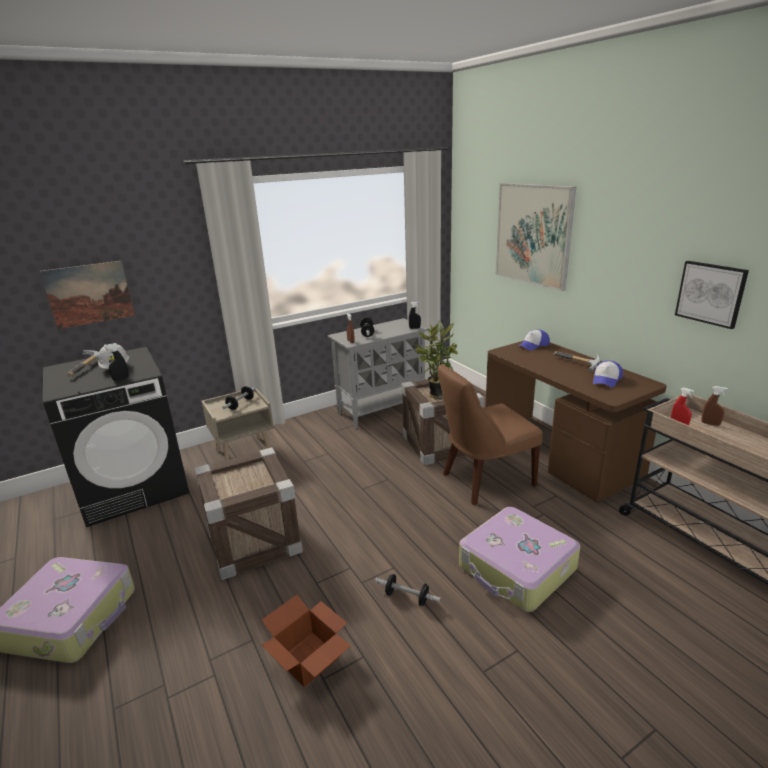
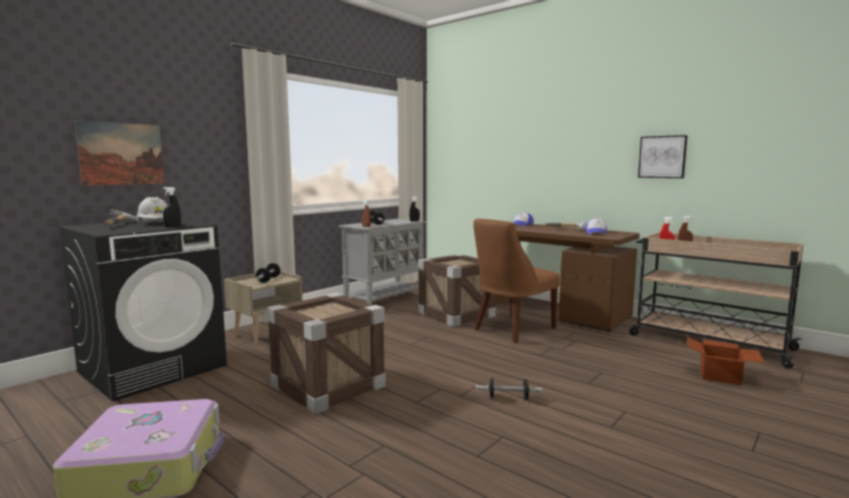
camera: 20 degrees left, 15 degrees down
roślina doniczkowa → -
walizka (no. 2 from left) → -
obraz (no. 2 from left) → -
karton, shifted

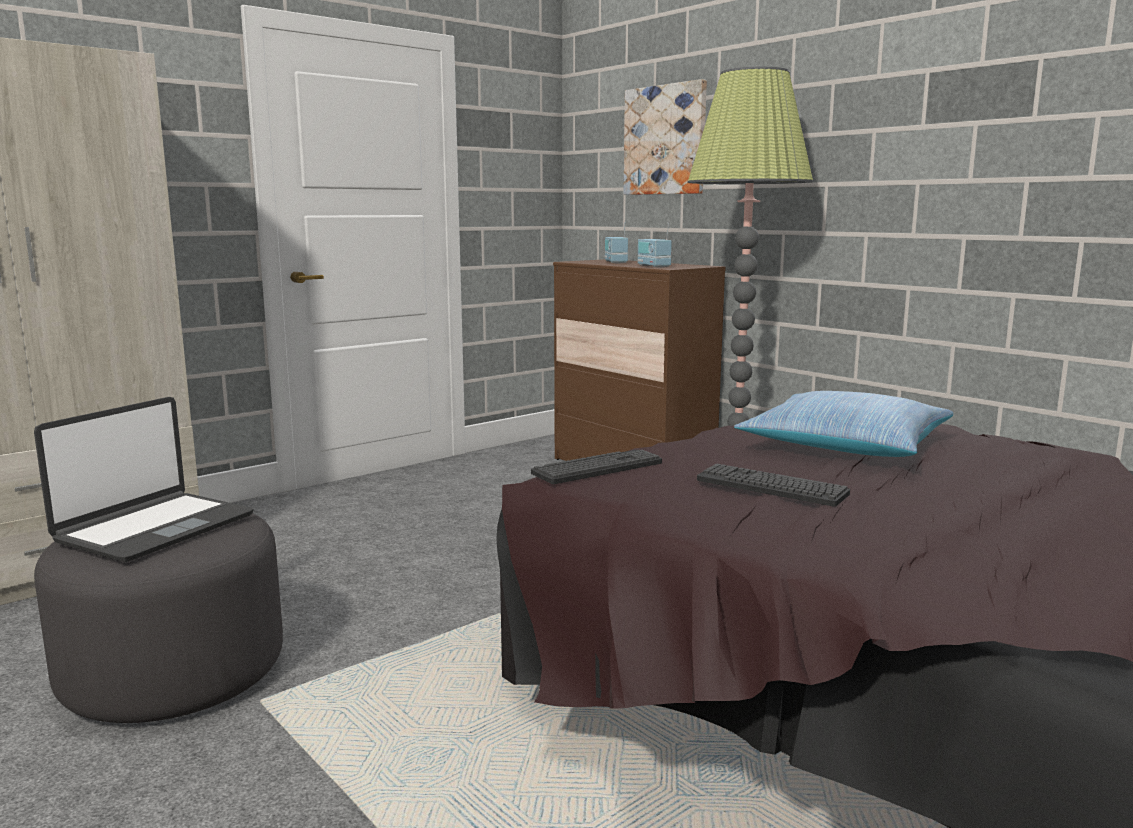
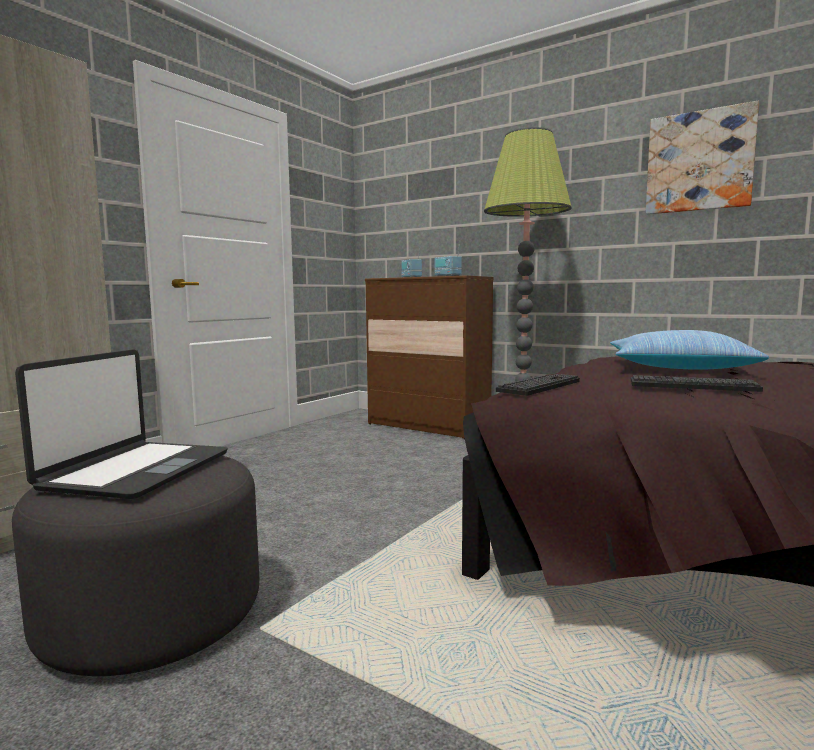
camera: 15 degrees left, 5 degrees down
obraz, shifted

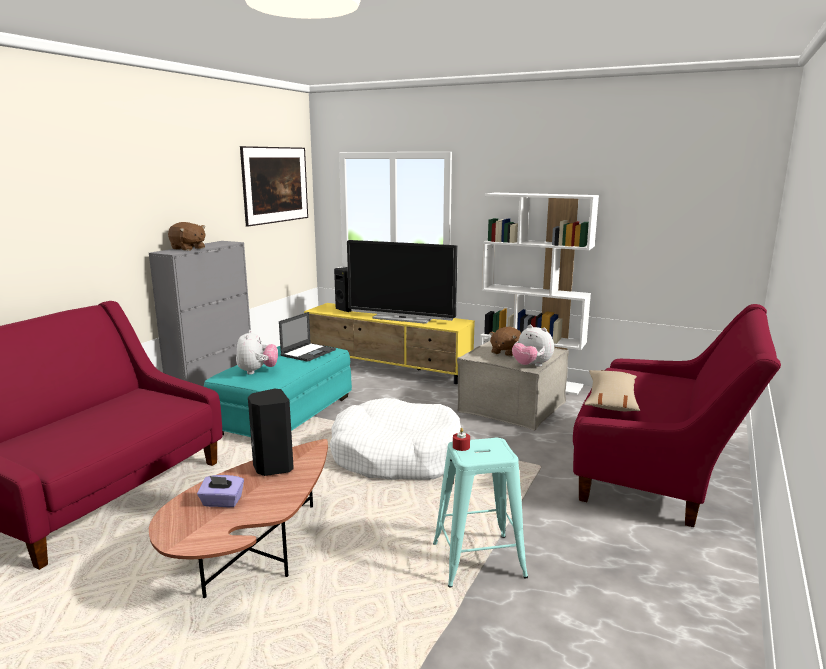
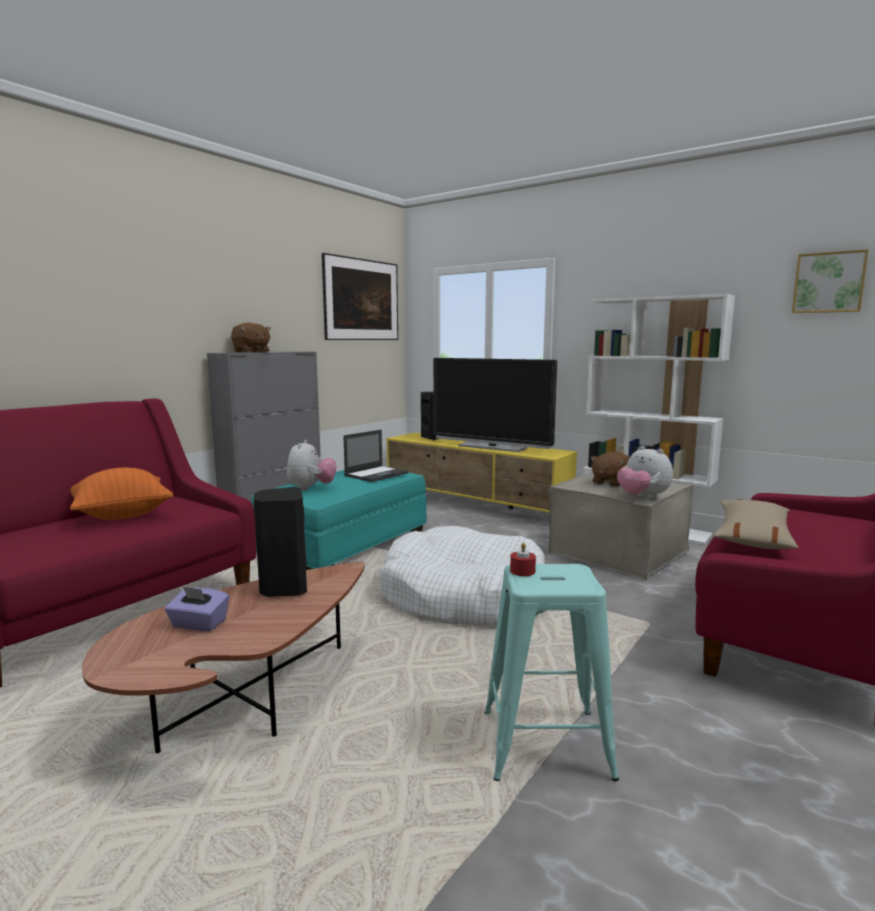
camera: 10 degrees right, 5 degrees down
- → poduszka/pomarańczowy
- → obraz (no. 2 from left)

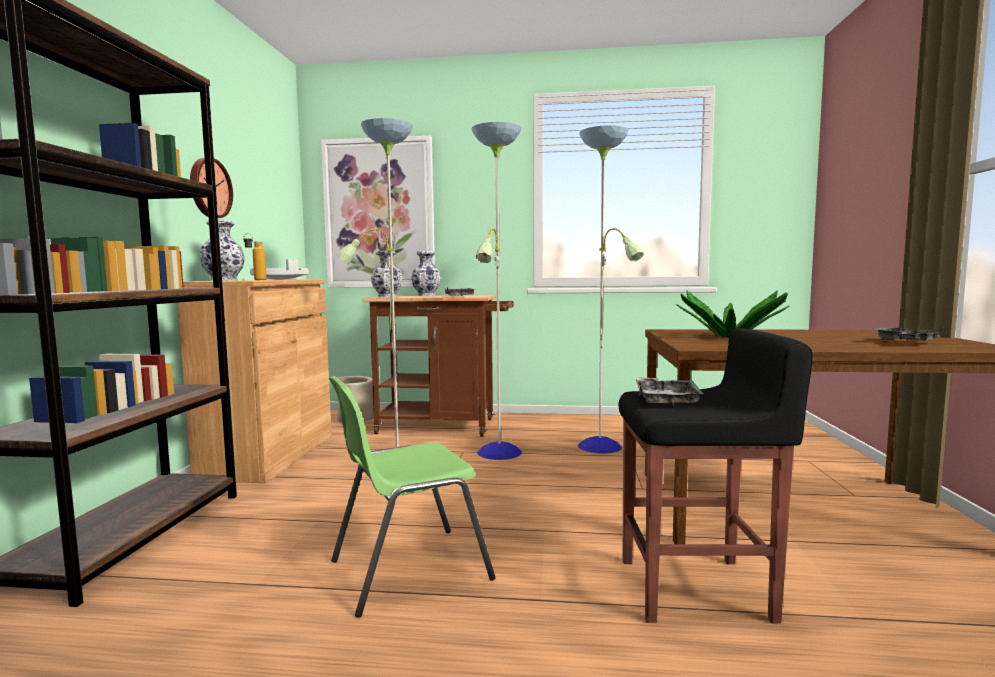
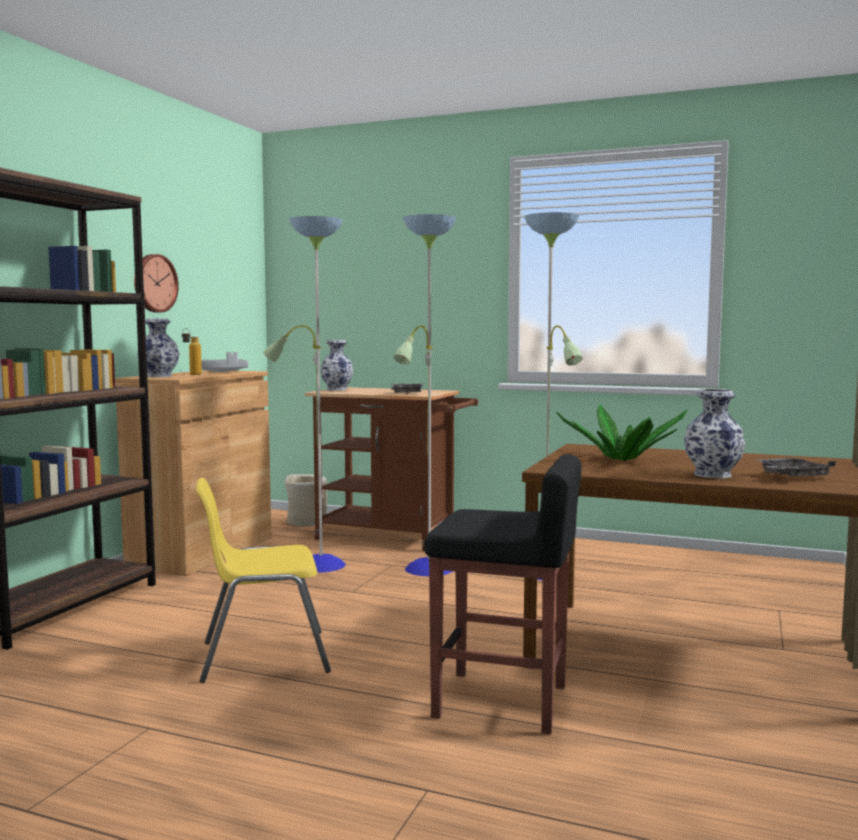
camera: 15 degrees right, 0 degrees up
obraz → -
taca/szary (no. 3 from left) → -
wazon (no. 3 from left), shifted
krzesło/zielony → krzesło/żółty

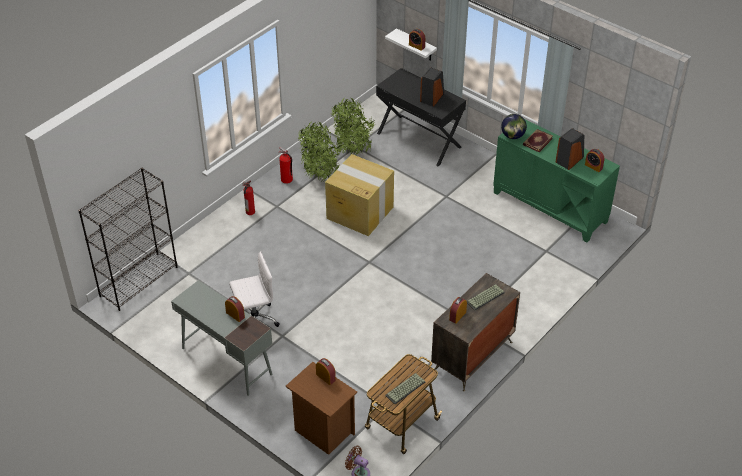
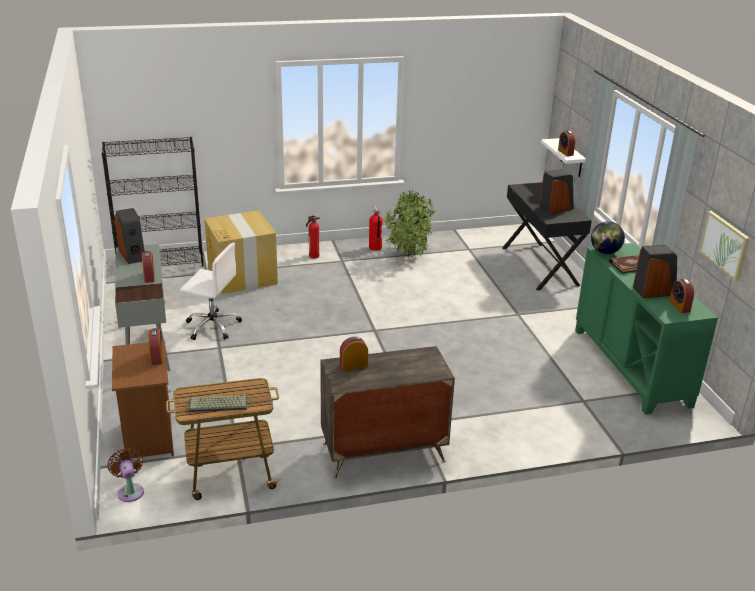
camera: 35 degrees right, 15 degrees down
roślina doniczkowa (no. 2 from left) → -
klawiatura (no. 2 from left) → -
- → głośnik (no. 1 from left)
- → obraz
karton, shifted

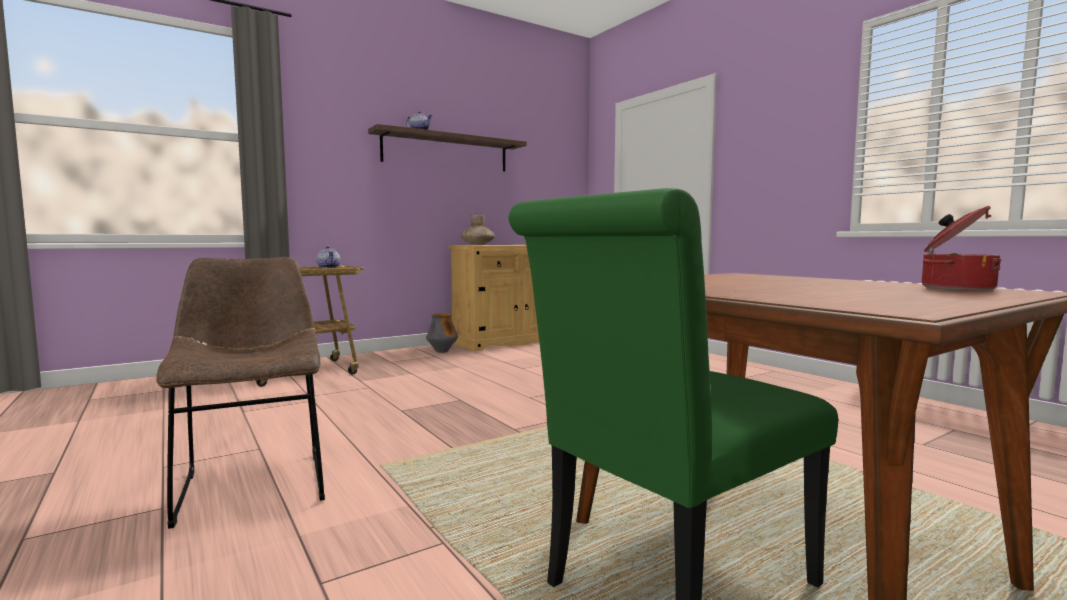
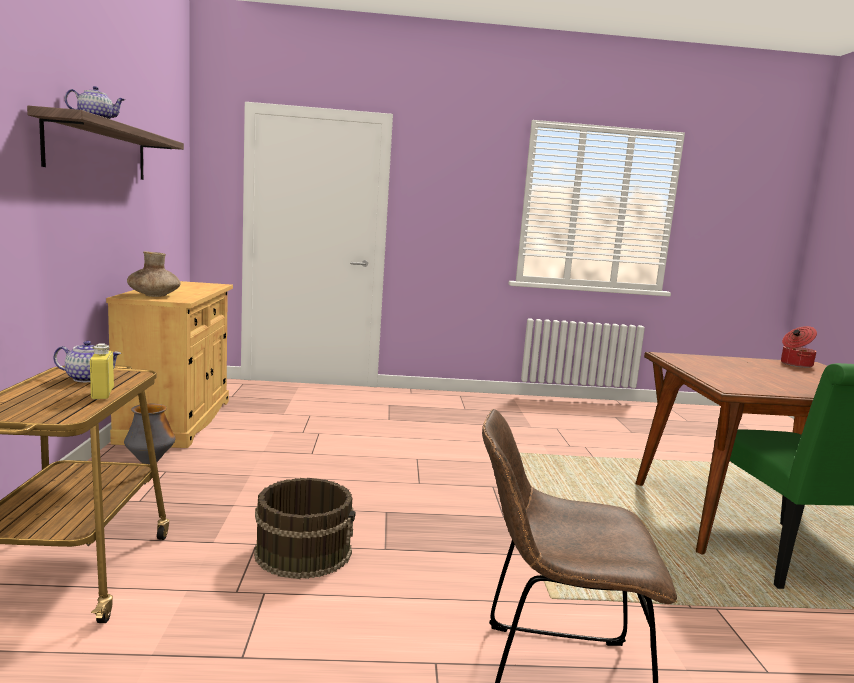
camera: 60 degrees left, 5 degrees up
- → butelka/żółty
- → wiadro/brązowy

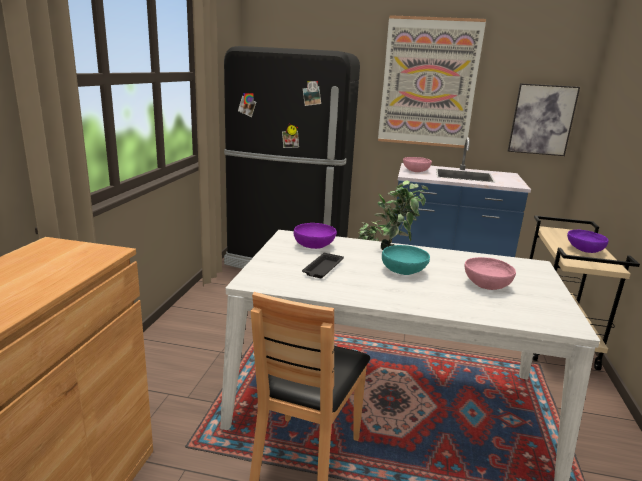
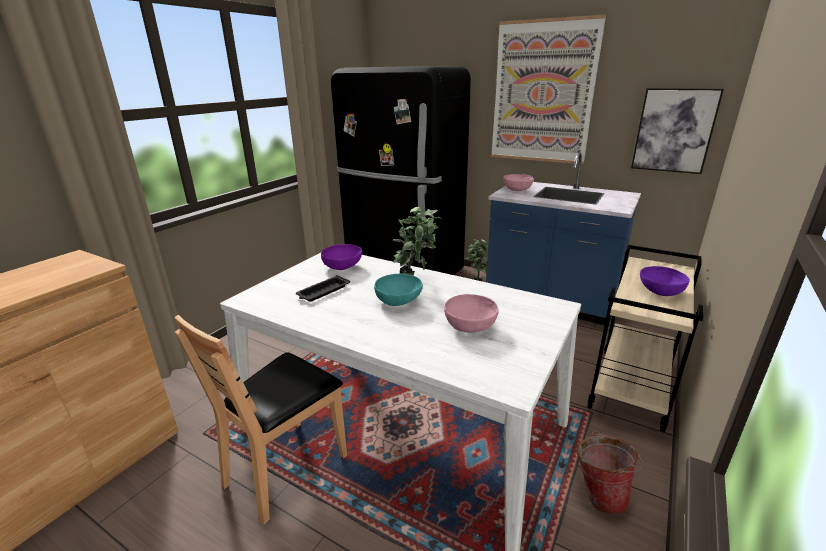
camera: 20 degrees right, 5 degrees up
- → wiadro

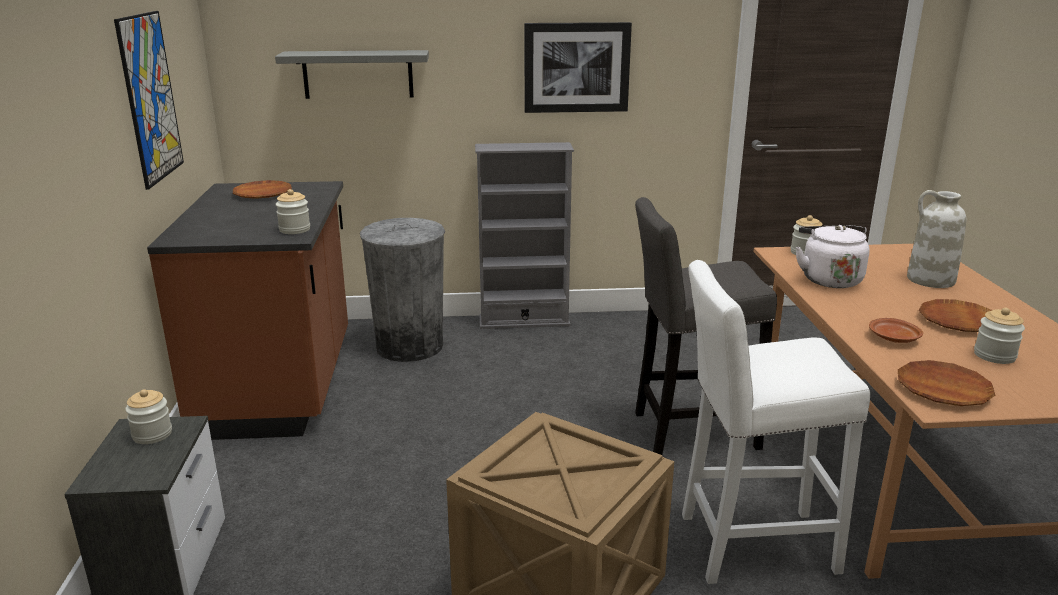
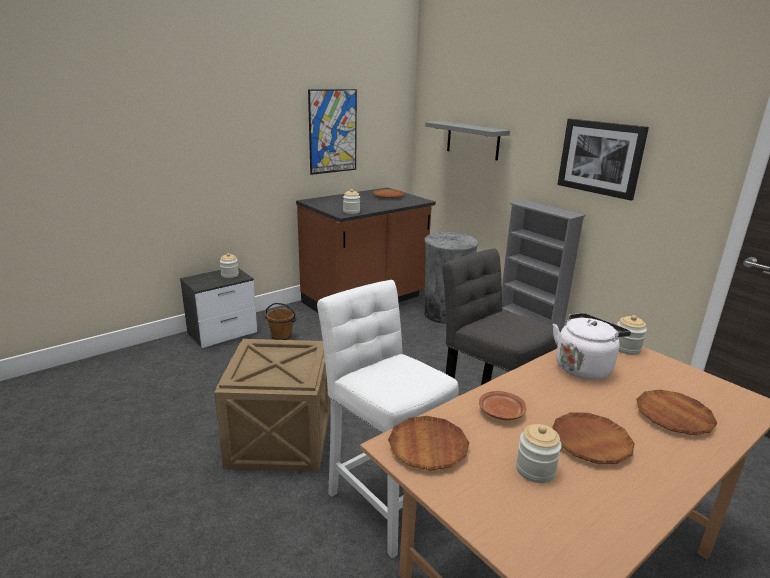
camera: 55 degrees right, 0 degrees up
- → wiadro/brązowy
wazon/biały → talerz/brązowy (no. 5 from left)

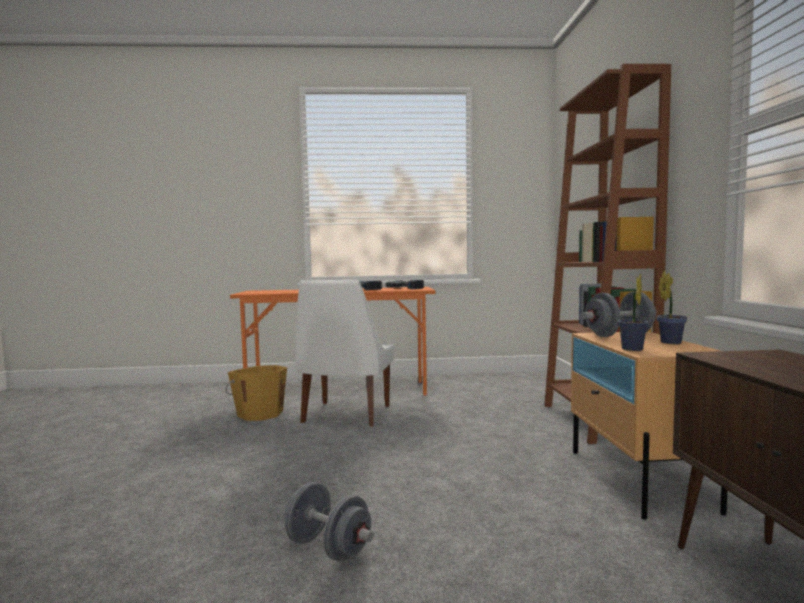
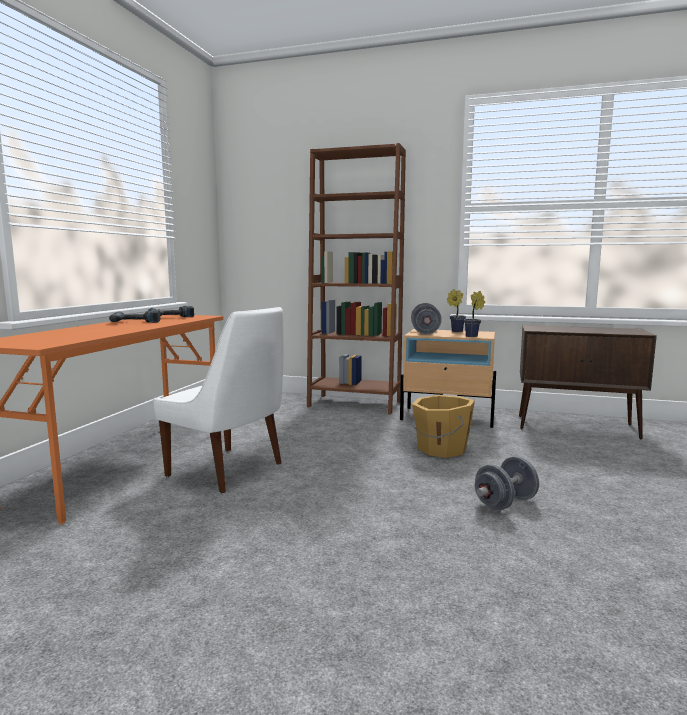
camera: 70 degrees left, 5 degrees up
wiadro/pomarańczowy, shifted

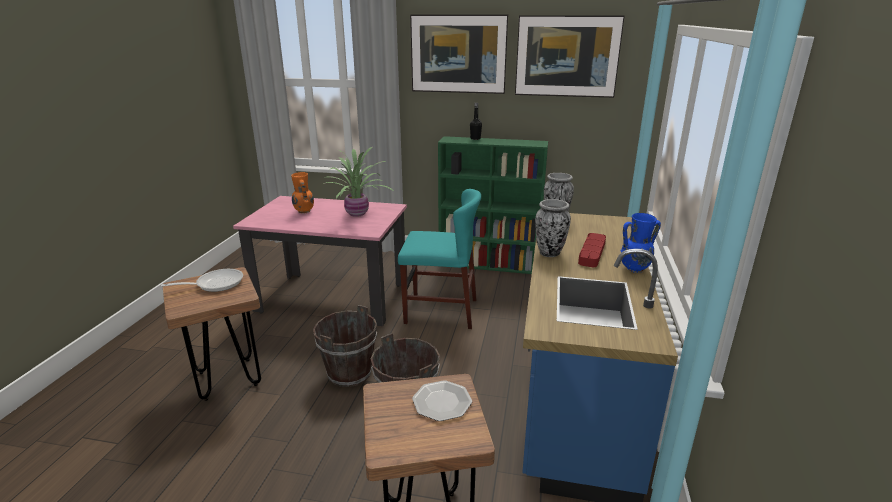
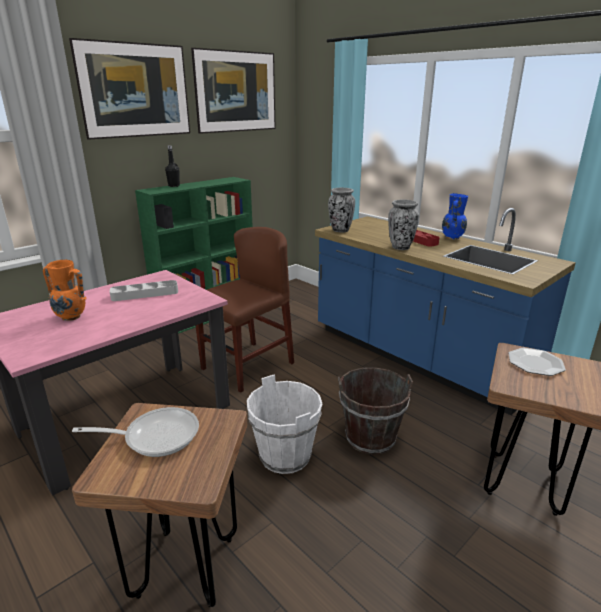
camera: 55 degrees left, 0 degrees up
roślina doniczkowa → taca/szary
wiadro/brązowy (no. 1 from left) → wiadro/biały
krzesło/turkusowy → krzesło/brązowy
patelnia, 75 degrees clockwise

